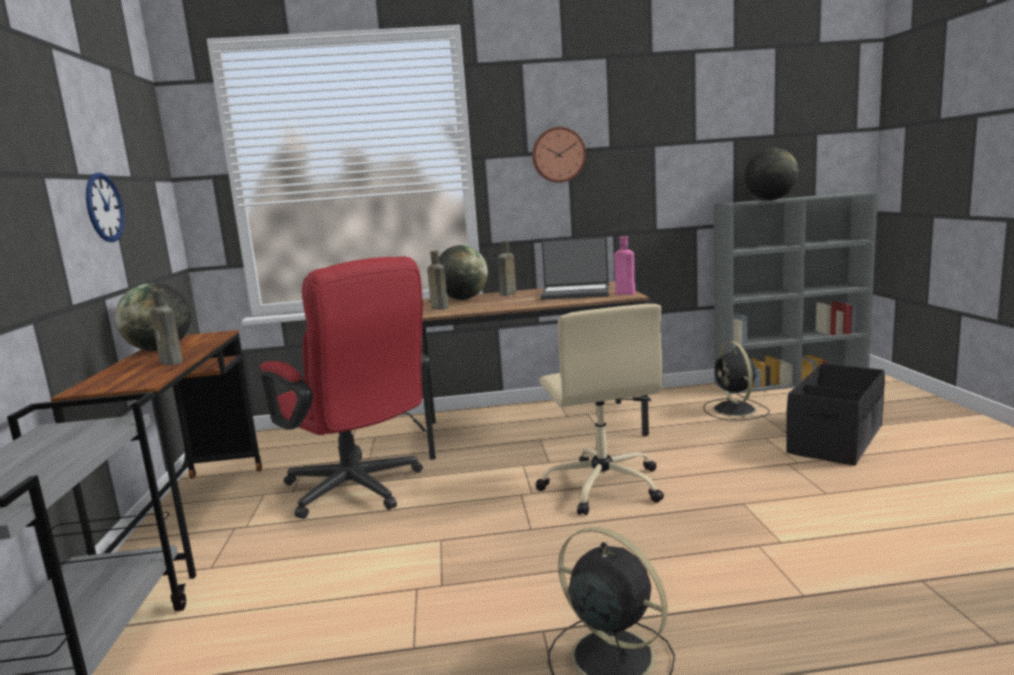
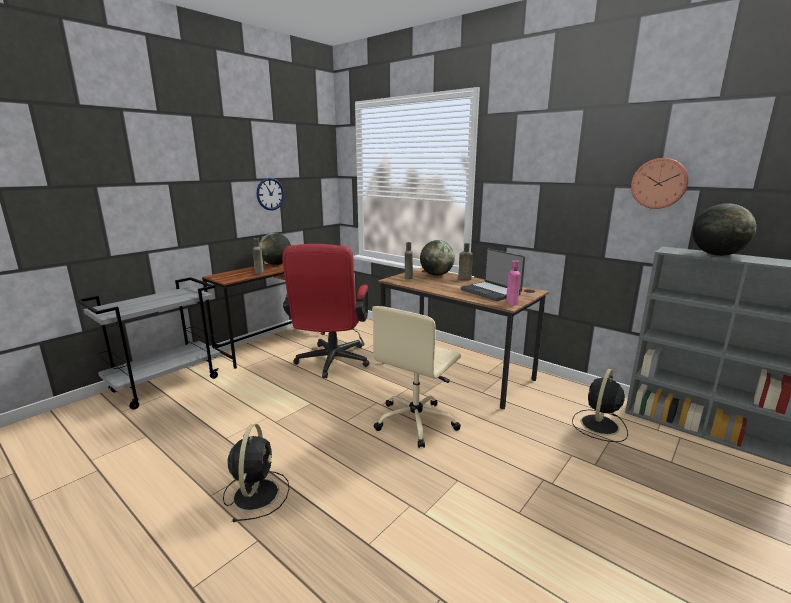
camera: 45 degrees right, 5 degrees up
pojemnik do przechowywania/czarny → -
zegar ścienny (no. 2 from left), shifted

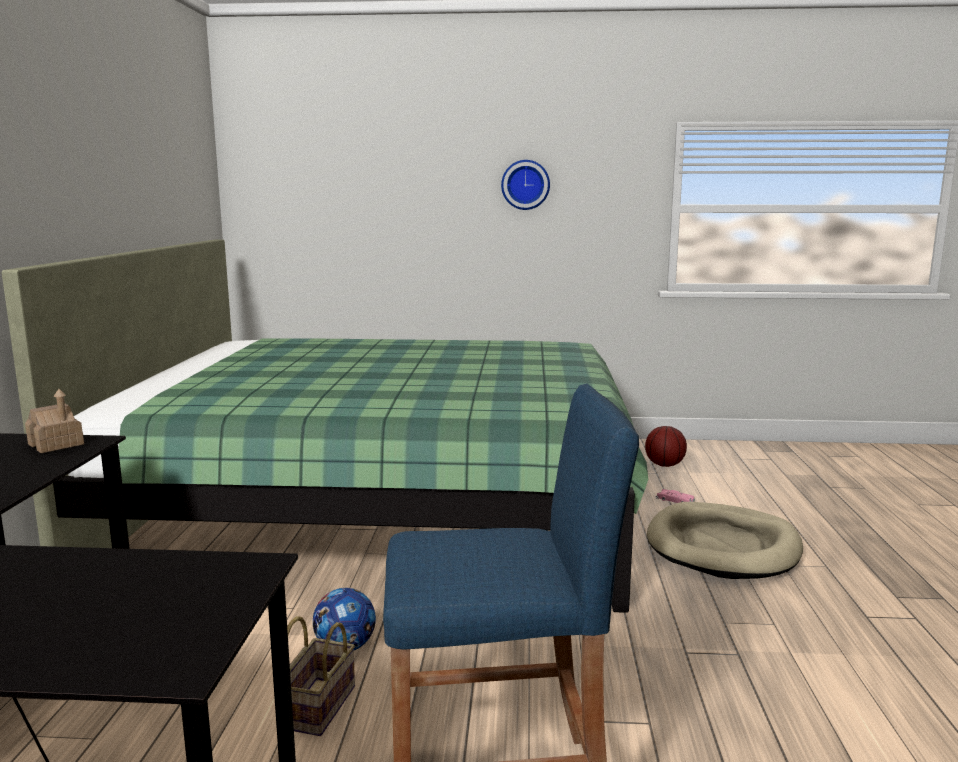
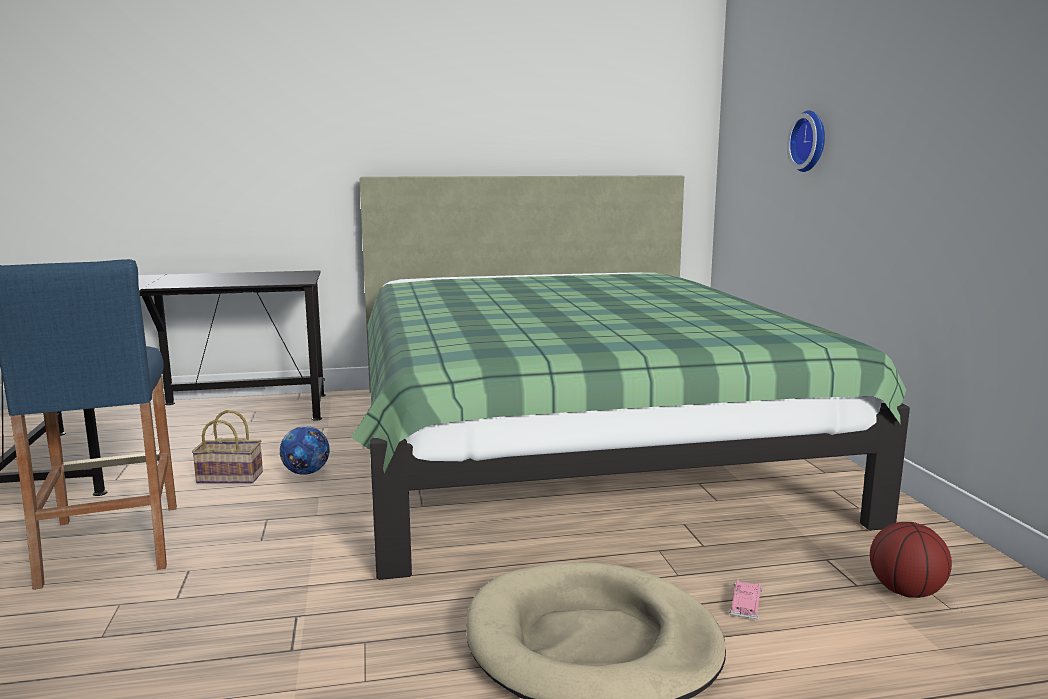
camera: 75 degrees right, 0 degrees up
domek → -
zegar ścienny, shifted

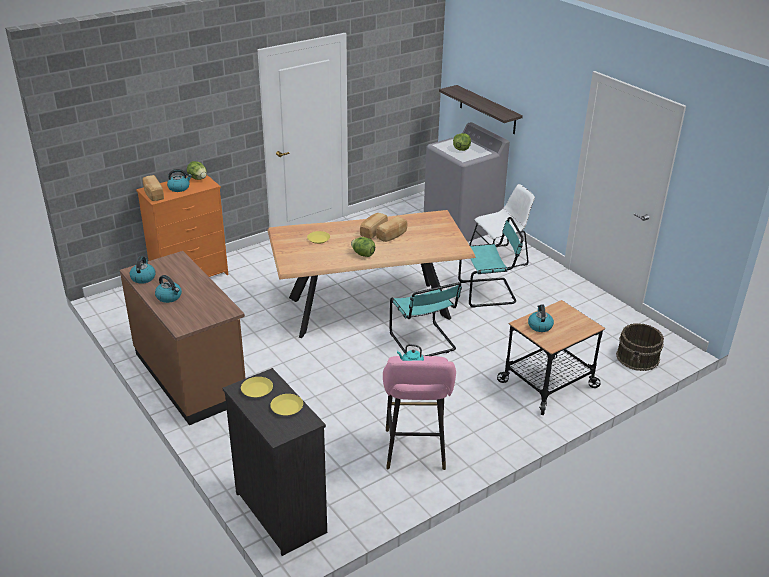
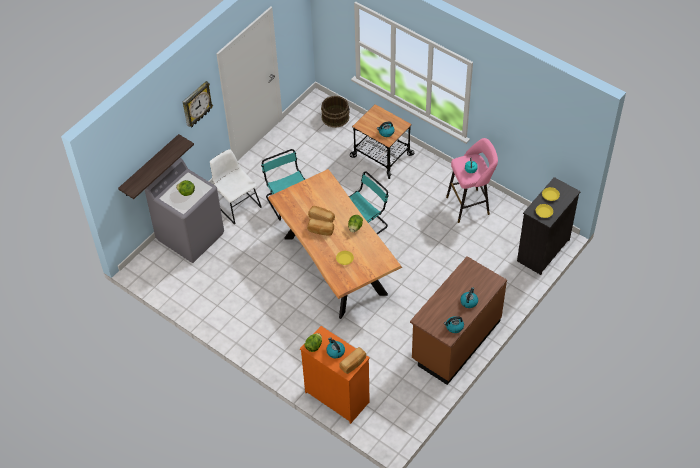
camera: 105 degrees left, 20 degrees up
- → zegar ścienny

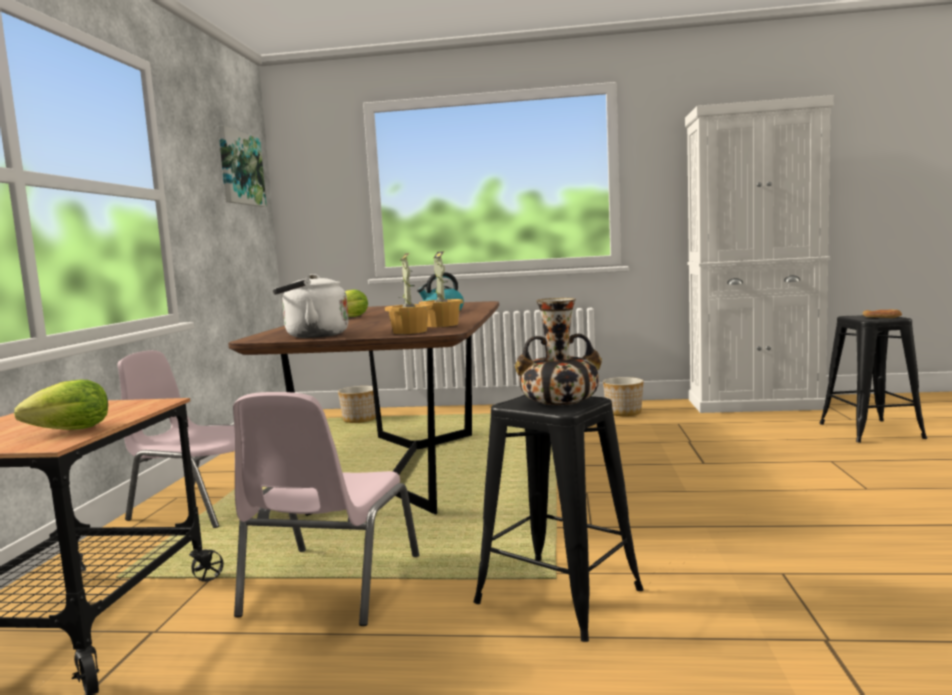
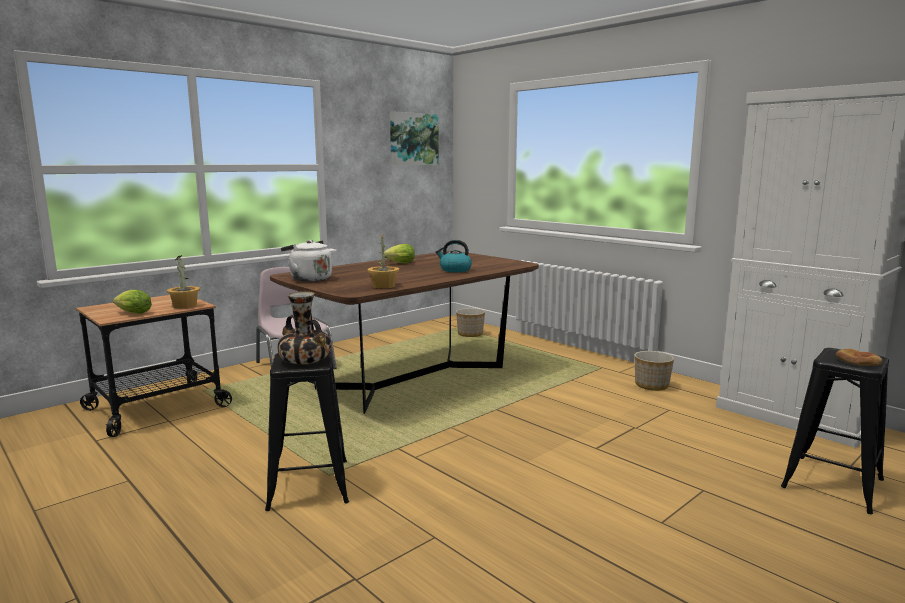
camera: 40 degrees right, 5 degrees up
krzesło/różowy (no. 2 from left) → -
roślina doniczkowa (no. 1 from left), shifted

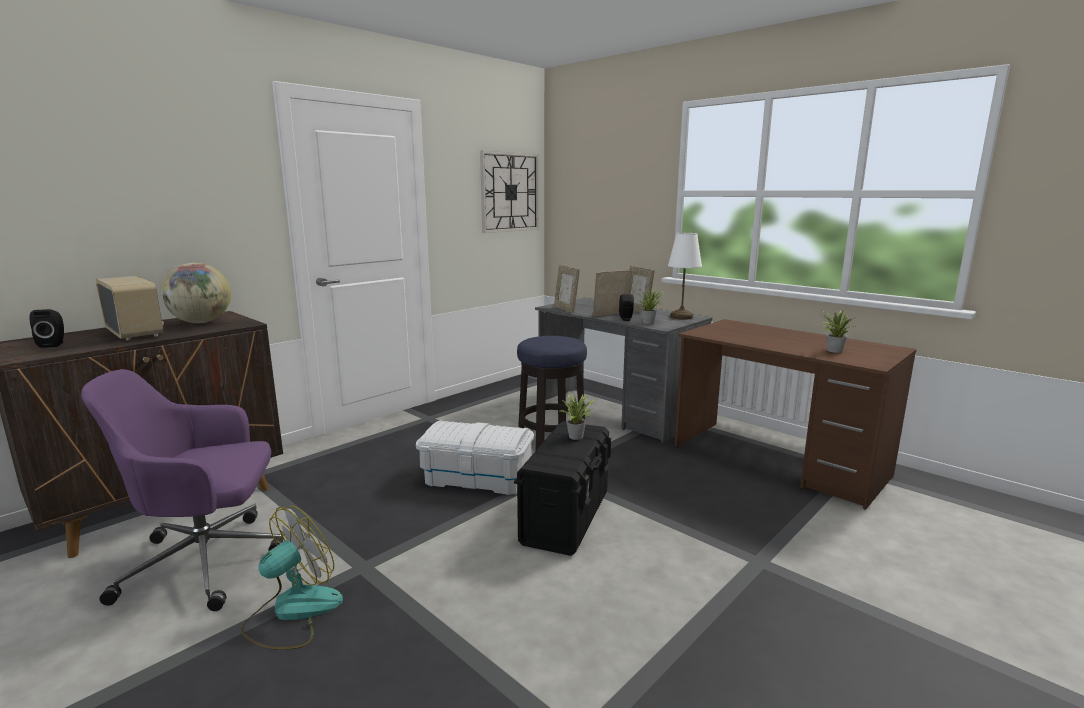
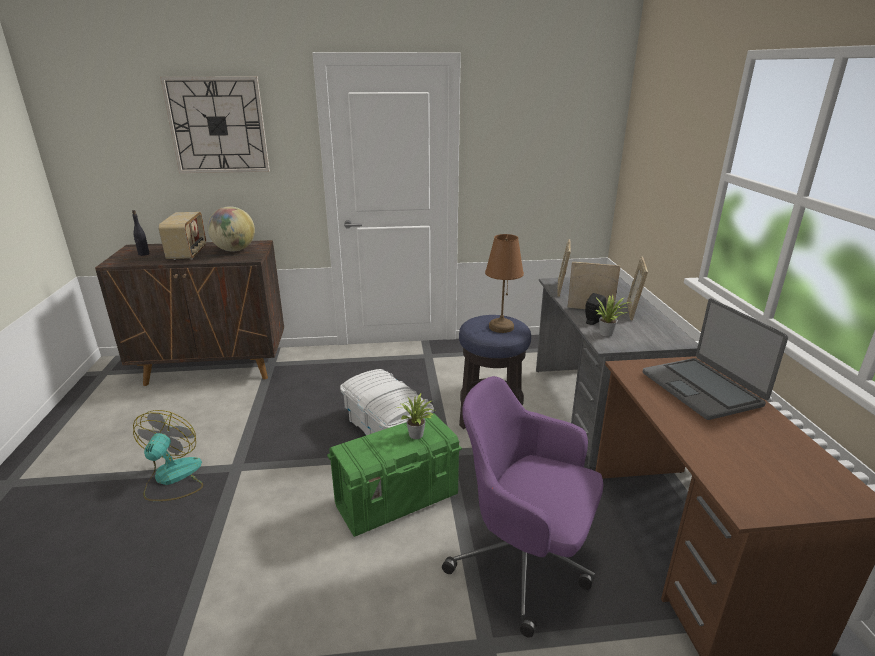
camera: 40 degrees right, 10 degrees up
lampa stołowa/biały → -
roślina doniczkowa (no. 3 from left) → -
- → lampa stołowa/brązowy
- → laptop
krzesło biurowe/fioletowy, shifted
zegar ścienny, shifted
głośnik/czarny (no. 1 from left) → butelka/czarny
pojemnik do przechowywania/czarny → pojemnik do przechowywania/zielony
wentylator, 75 degrees counterclockwise

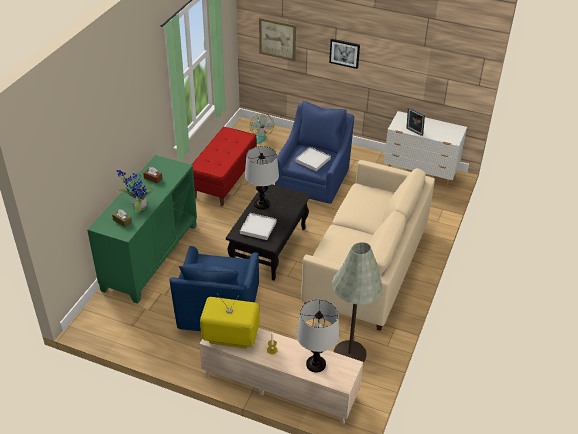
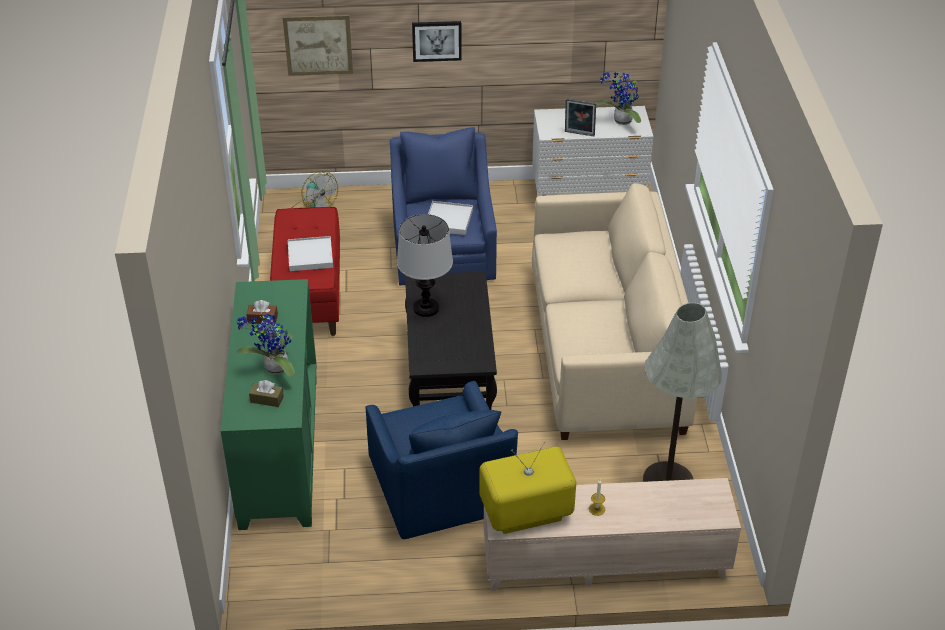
camera: 25 degrees left, 0 degrees up
lampa stołowa (no. 2 from left) → -
- → roślina doniczkowa (no. 2 from left)
taca/biały (no. 1 from left), shifted

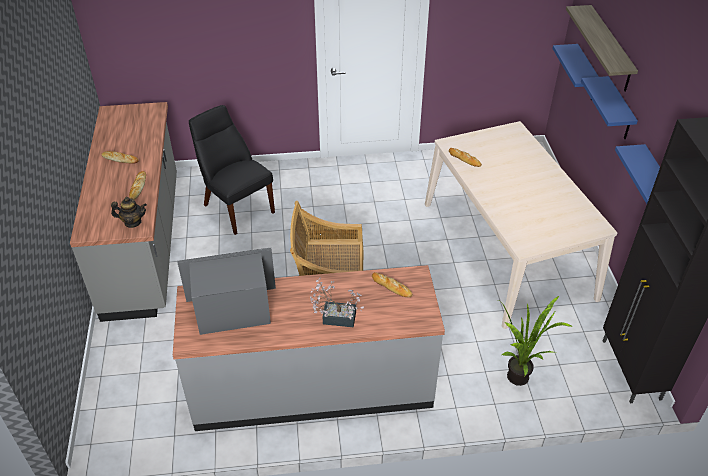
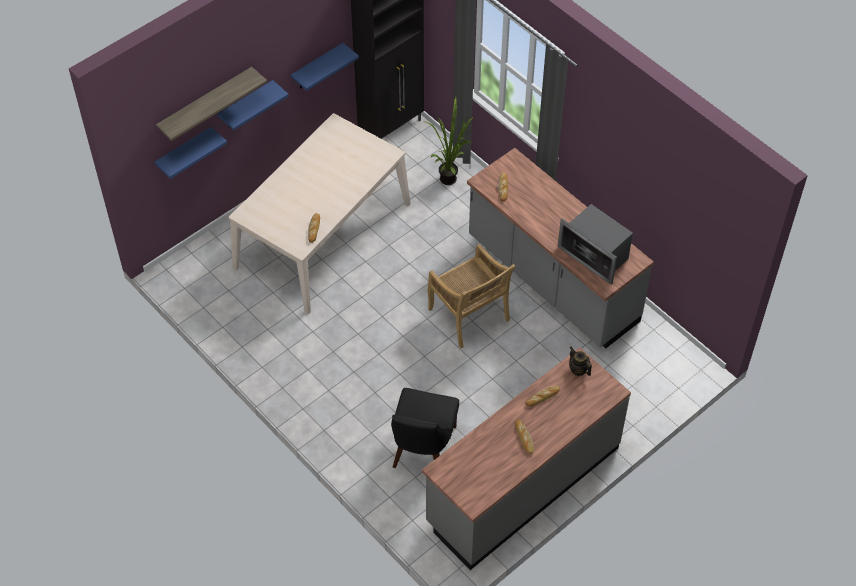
camera: 125 degrees left, 10 degrees up
roślina doniczkowa (no. 1 from left) → -

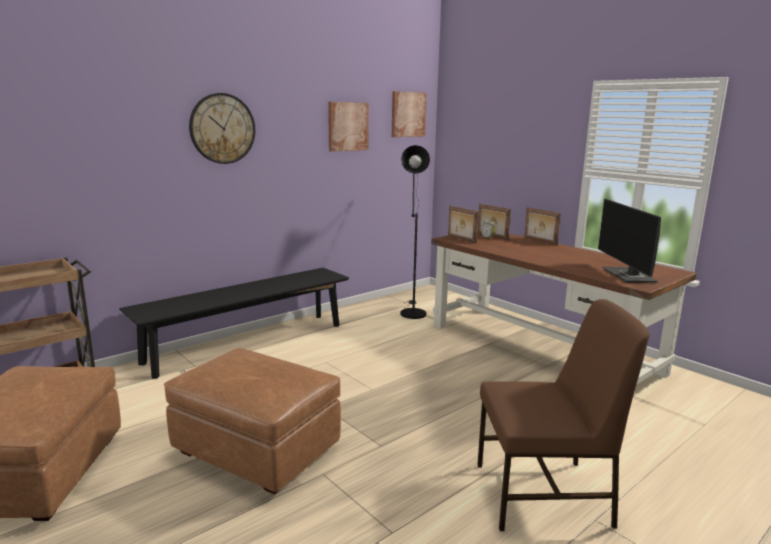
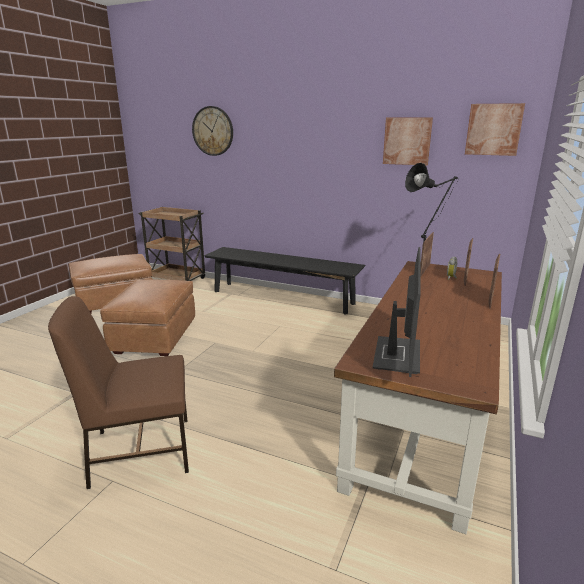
camera: 65 degrees right, 5 degrees up
zegar ścienny, shifted
krzesło/brązowy, 105 degrees clockwise
monitor, 135 degrees clockwise

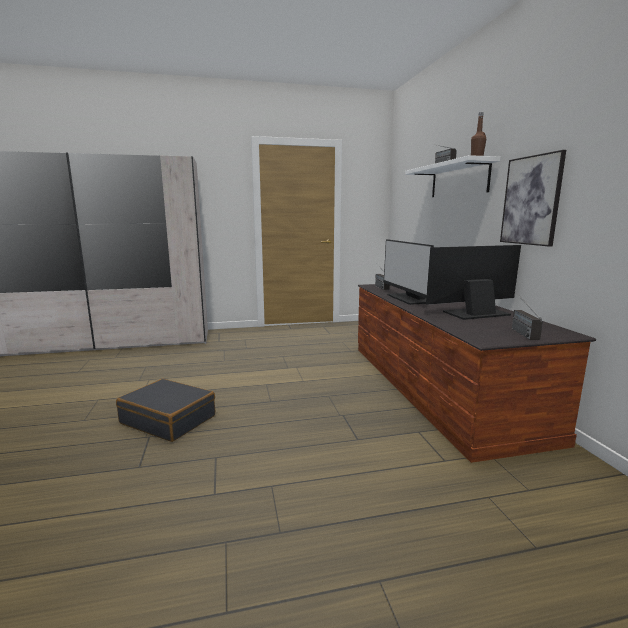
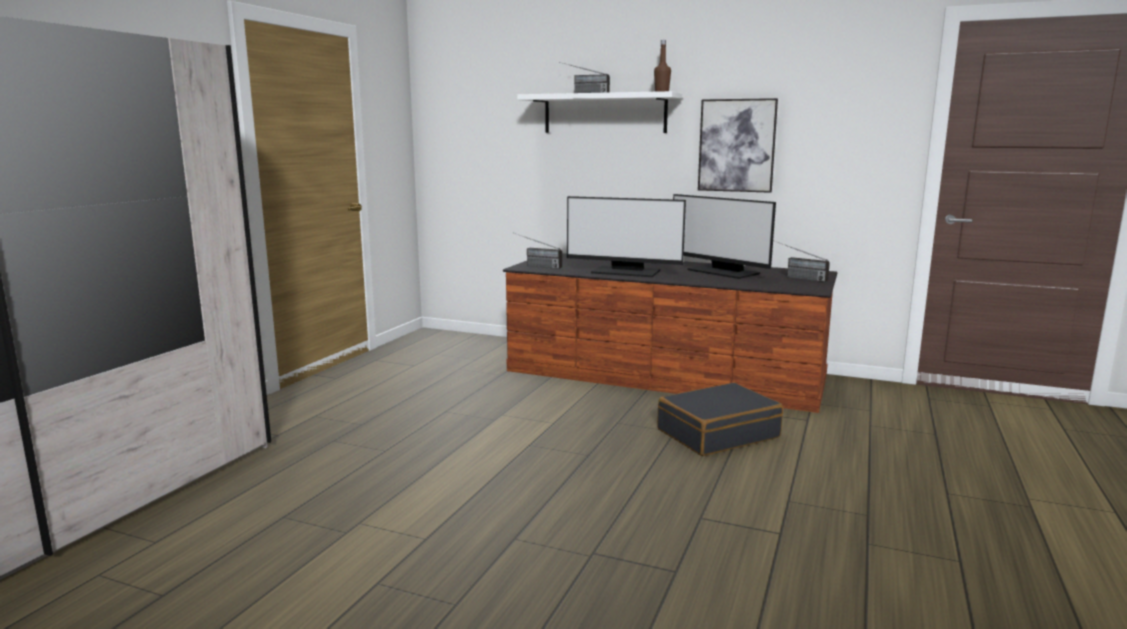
camera: 55 degrees left, 0 degrees up
walizka/czarny, shifted
monitor (no. 2 from left), 60 degrees counterclockwise

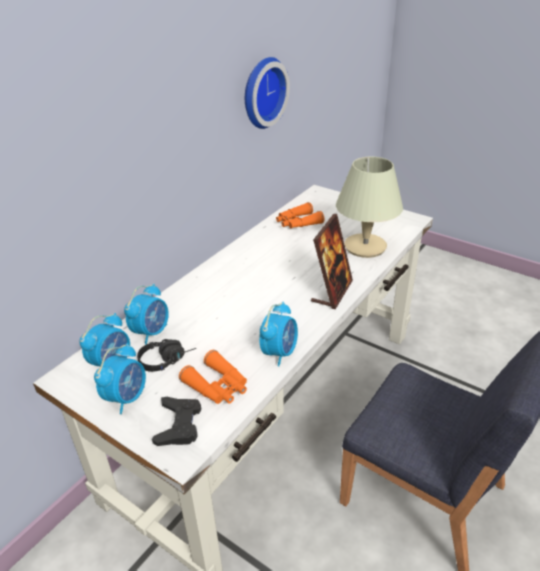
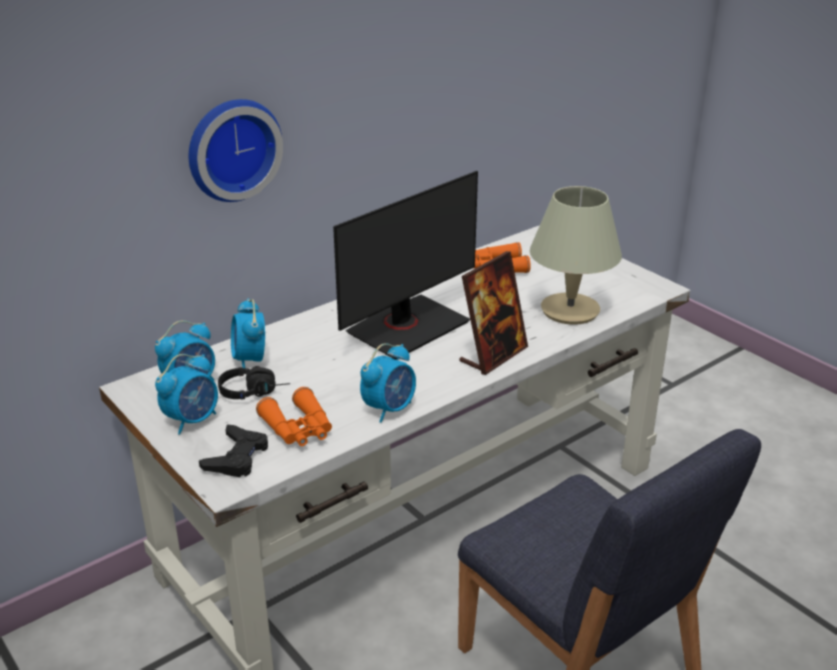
camera: 15 degrees right, 5 degrees down
- → monitor
zegar ścienny, shifted
budzik (no. 3 from left), 120 degrees clockwise

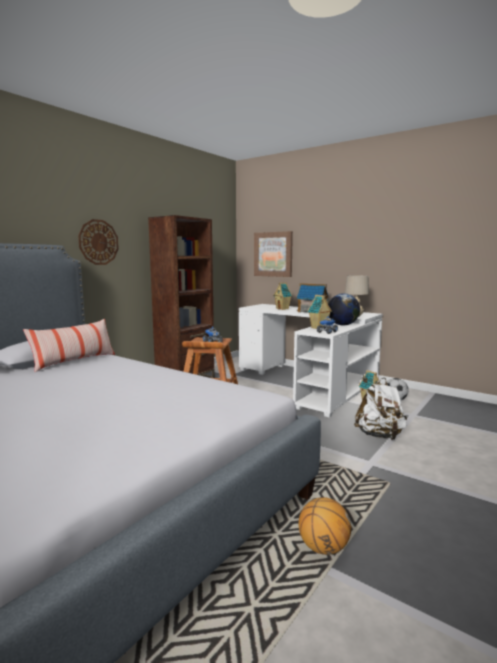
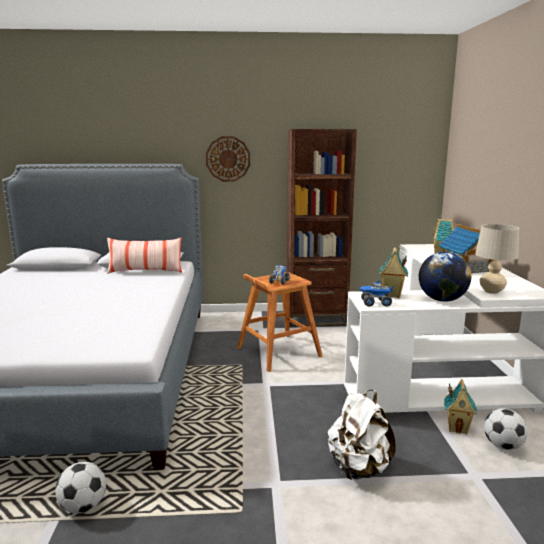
camera: 50 degrees right, 5 degrees up
obraz → -
piłka do koszykówki → piłka futbolowa (no. 1 from left)

